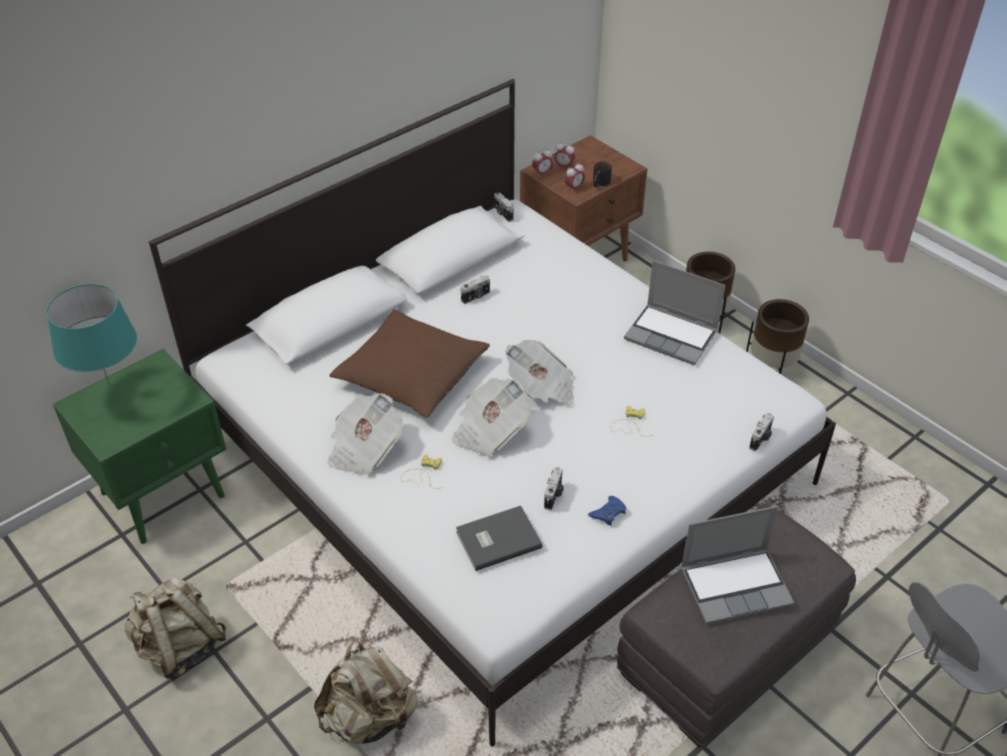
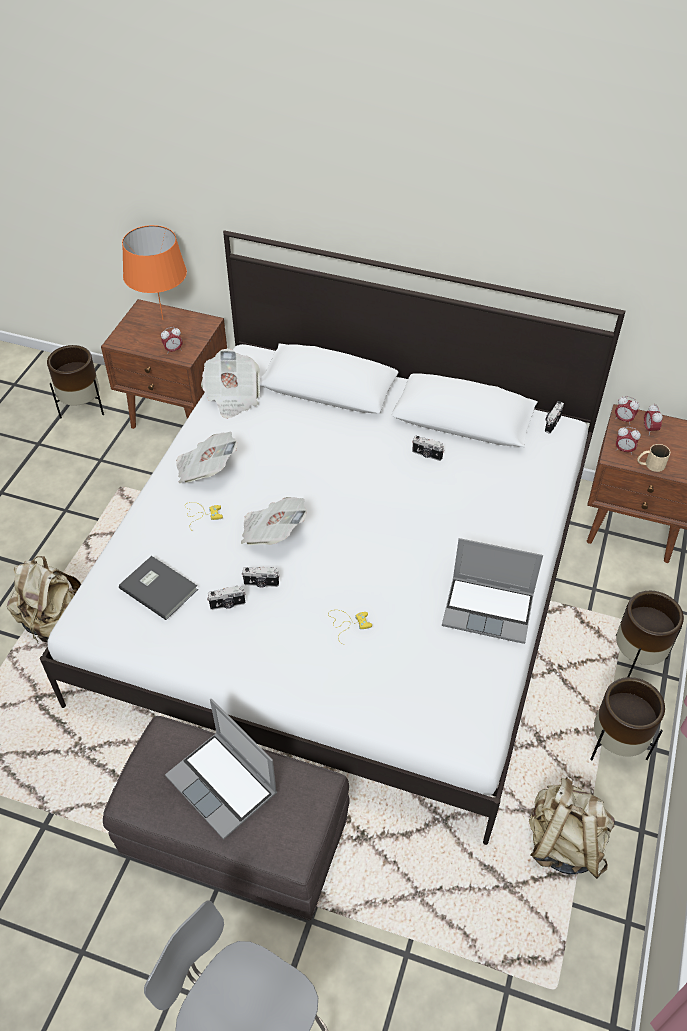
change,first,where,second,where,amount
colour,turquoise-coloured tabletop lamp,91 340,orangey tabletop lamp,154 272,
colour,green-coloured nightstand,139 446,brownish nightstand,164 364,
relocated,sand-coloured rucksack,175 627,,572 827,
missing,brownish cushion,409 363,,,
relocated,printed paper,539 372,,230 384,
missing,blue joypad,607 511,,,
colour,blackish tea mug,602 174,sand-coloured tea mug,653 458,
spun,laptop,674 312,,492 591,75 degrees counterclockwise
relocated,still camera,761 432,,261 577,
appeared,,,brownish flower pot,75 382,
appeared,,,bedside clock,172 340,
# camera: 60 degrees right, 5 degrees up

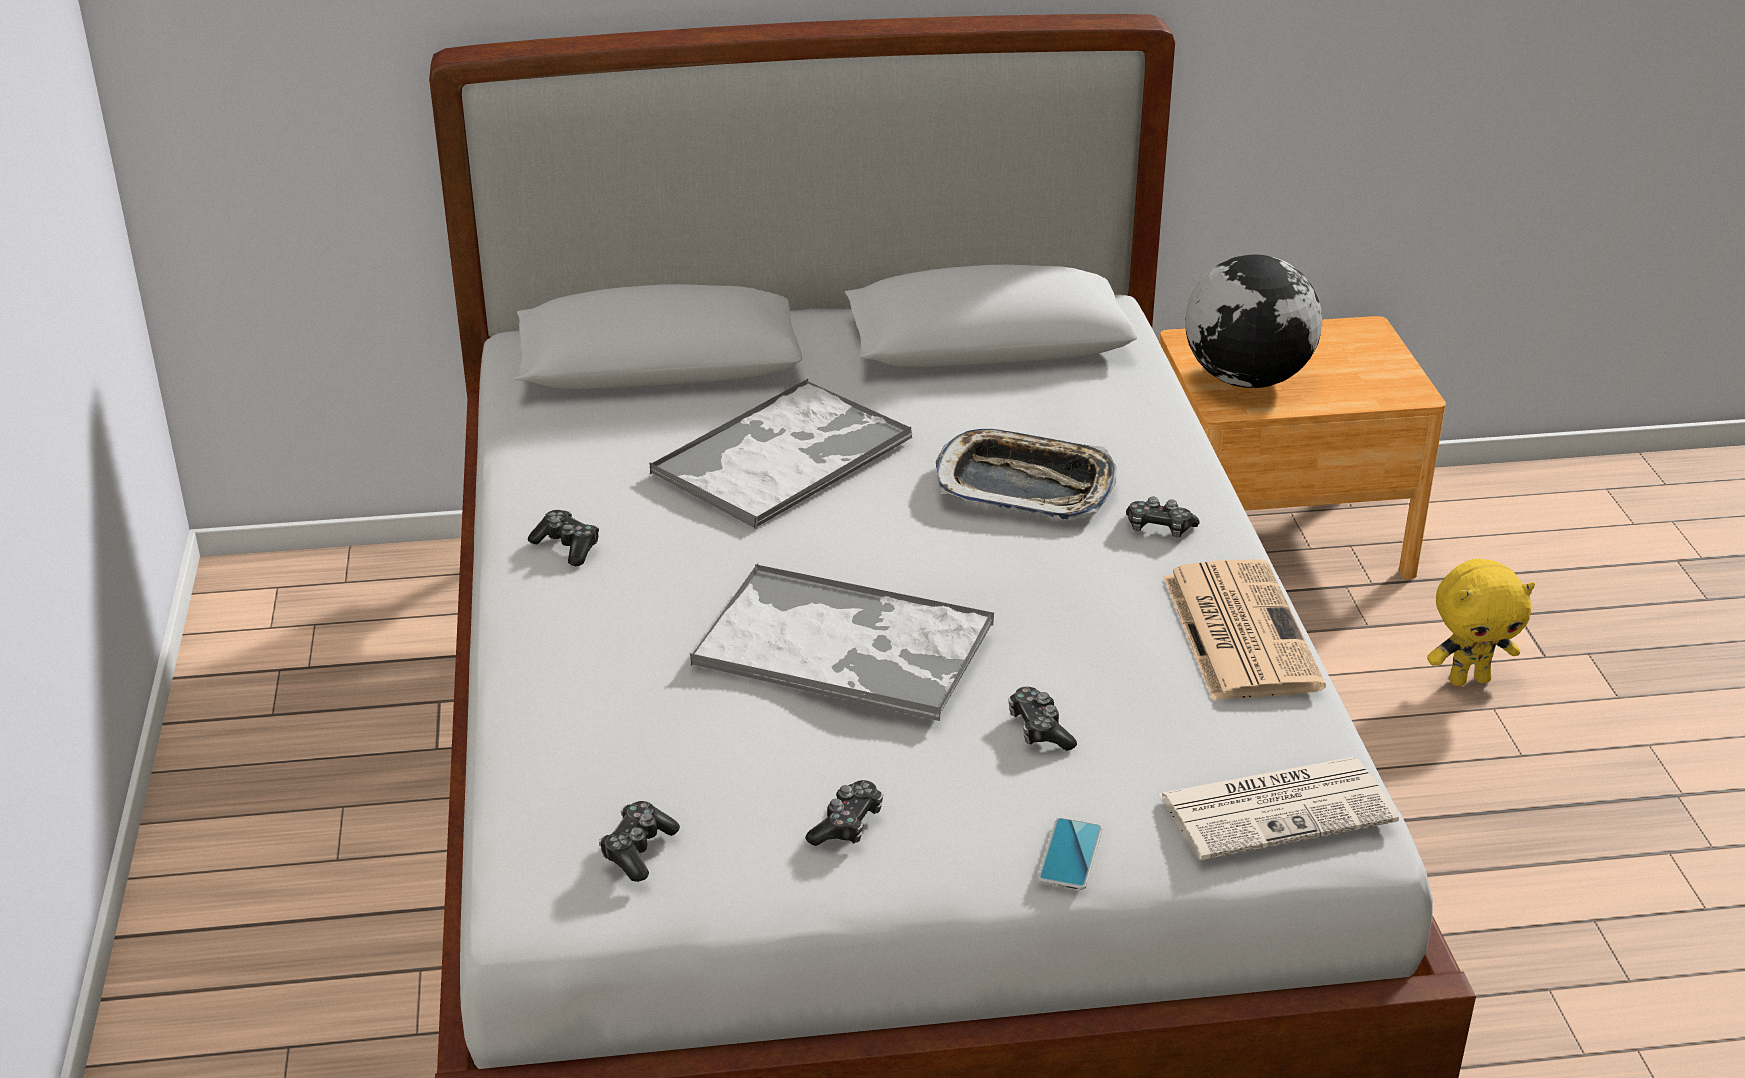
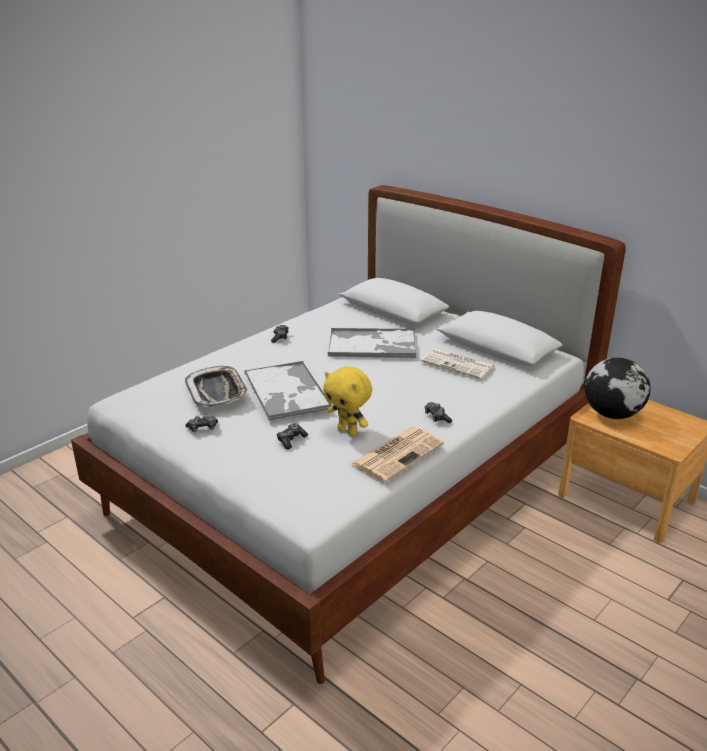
change,first,where,second,where,amount
missing,joypad,639 841,,,
relocated,serving tray,1026 474,,217 387,
missing,telephone,1070 854,,,
relocated,printed paper,1278 808,,457 363,
relocated,yellowish soft toy,1481 622,,347 401,
# camera: 50 degrees right, 5 degrees down

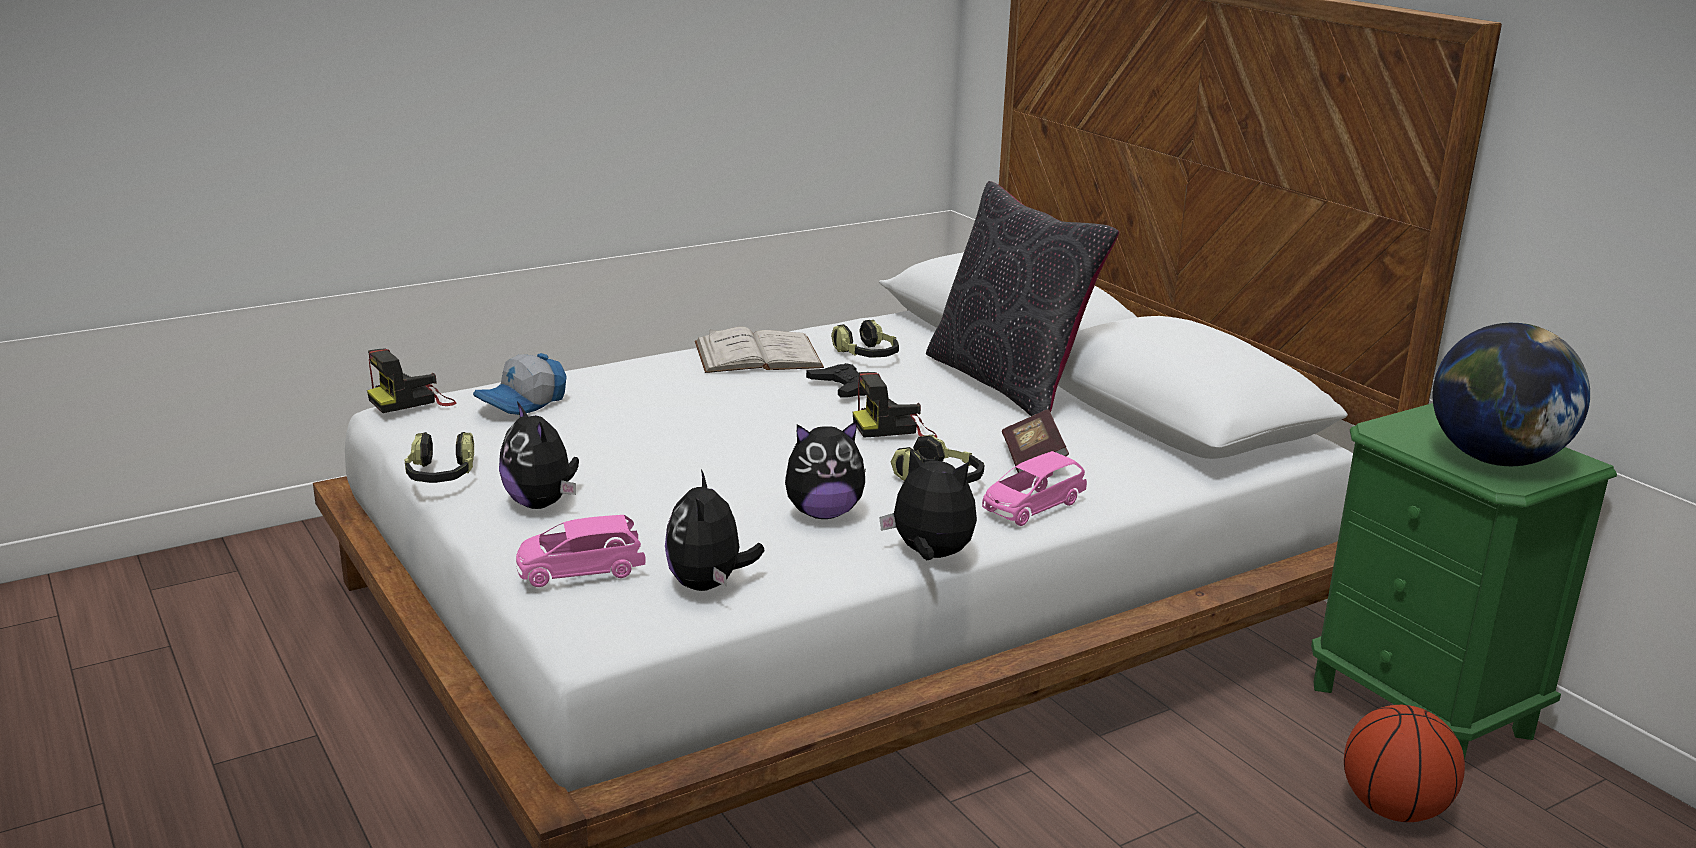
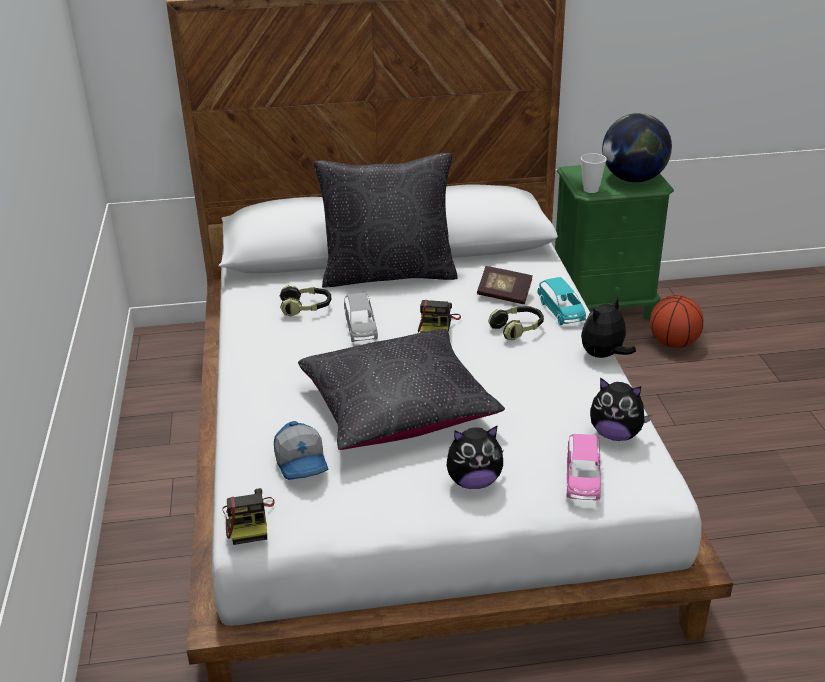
change,first,where,second,where,amount
missing,headset,439 457,,,
missing,white book,759 350,,,
missing,soft toy,825 470,,,
exchanged,blackish joypad,836 380,greyish miniature car,361 317,
colour,pinkish miniature car,1034 488,turquoise-coloured miniature car,562 301,
appeared,,,blackish cushion,401 389,
appeared,,,drinking cup,594 173,
# camera: 65 degrees left, 10 degrees up

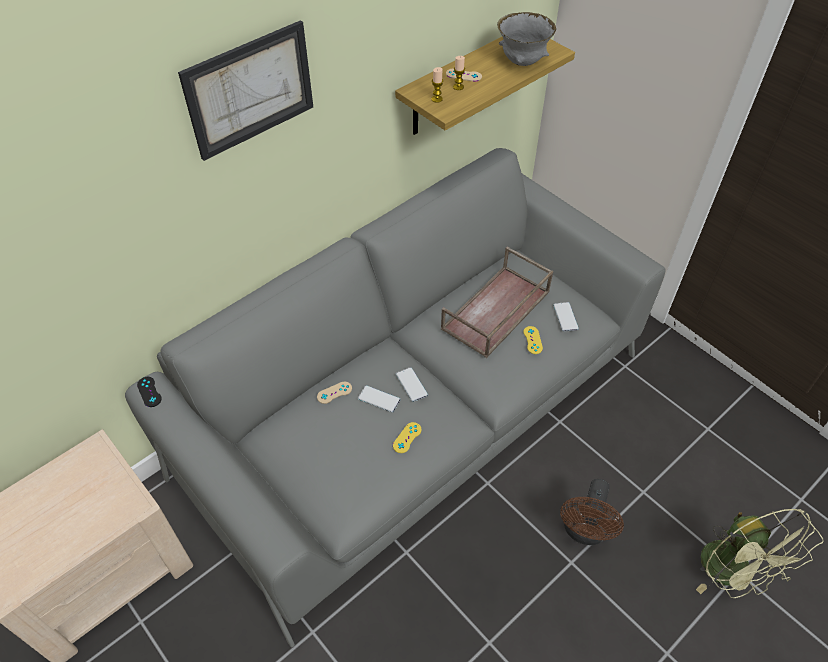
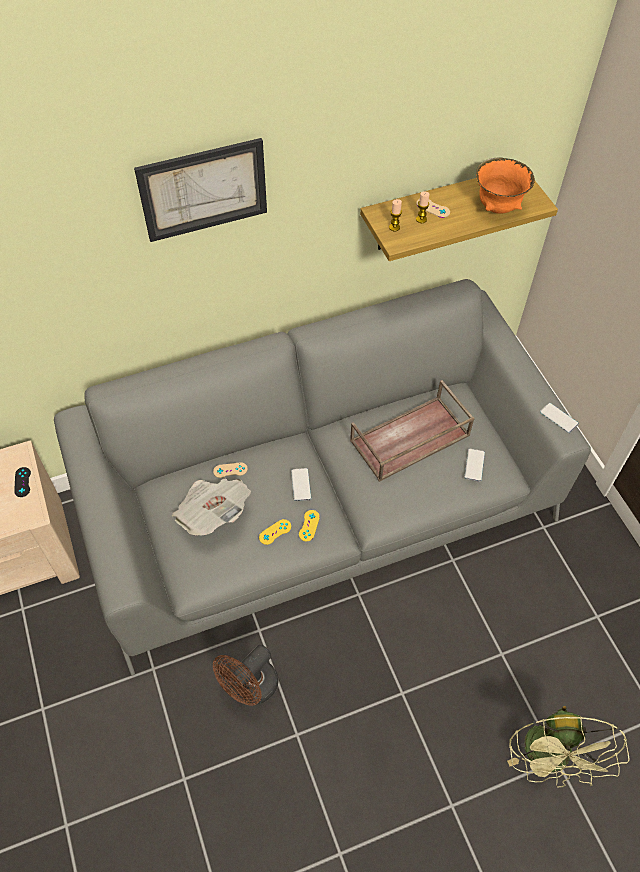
change,first,where,second,where,amount
relocated,blackish joypad,149 392,,22 482,
relocated,telephone,379 399,,559 418,
colour,greyish serving bowl,526 39,orangey serving bowl,505 185,
relocated,yellowish joypad,533 340,,309 525,
relocated,brownish fan,592 512,,246 675,
appeared,,,printed paper,211 507,
# camera: 20 degrees right, 5 degrees up

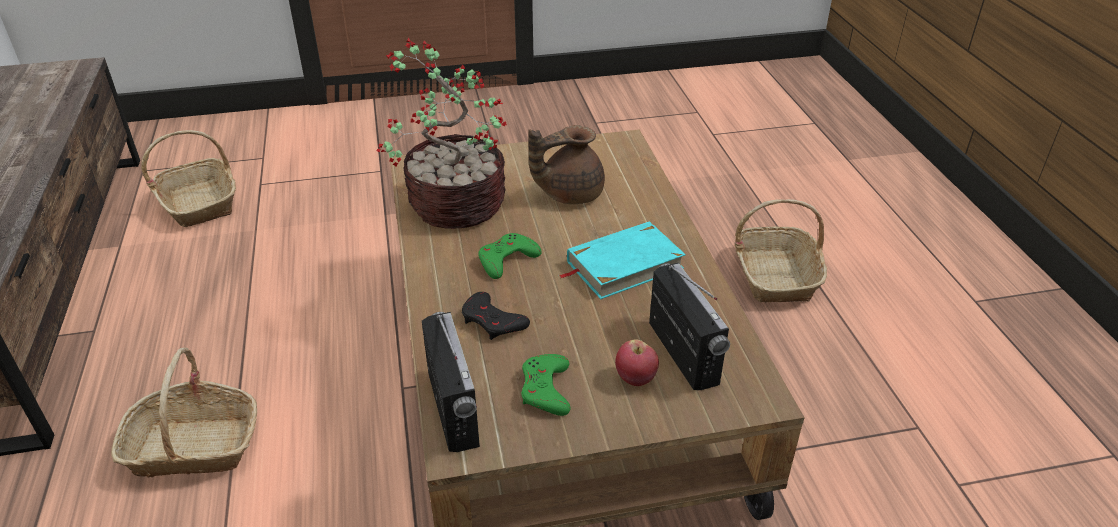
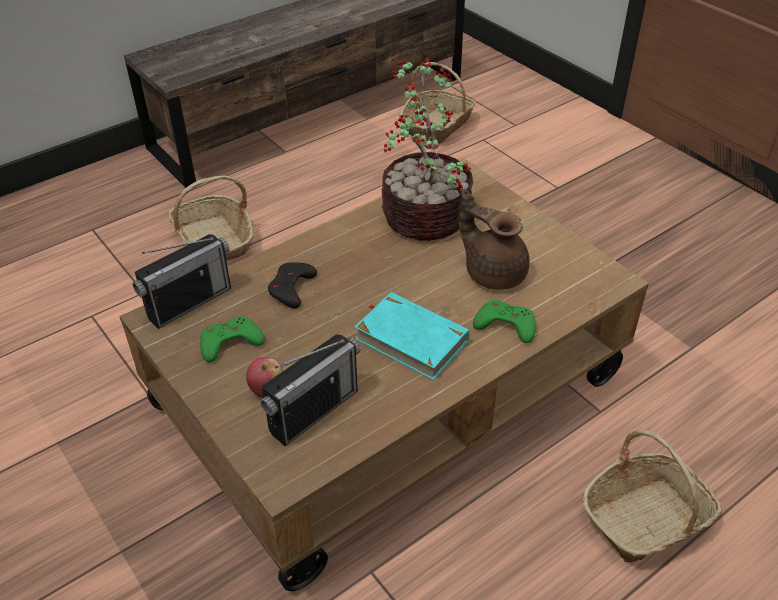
change,first,where,second,where,amount
relocated,green-coloured joypad,510 256,,504 321,
# camera: 65 degrees right, 5 degrees up

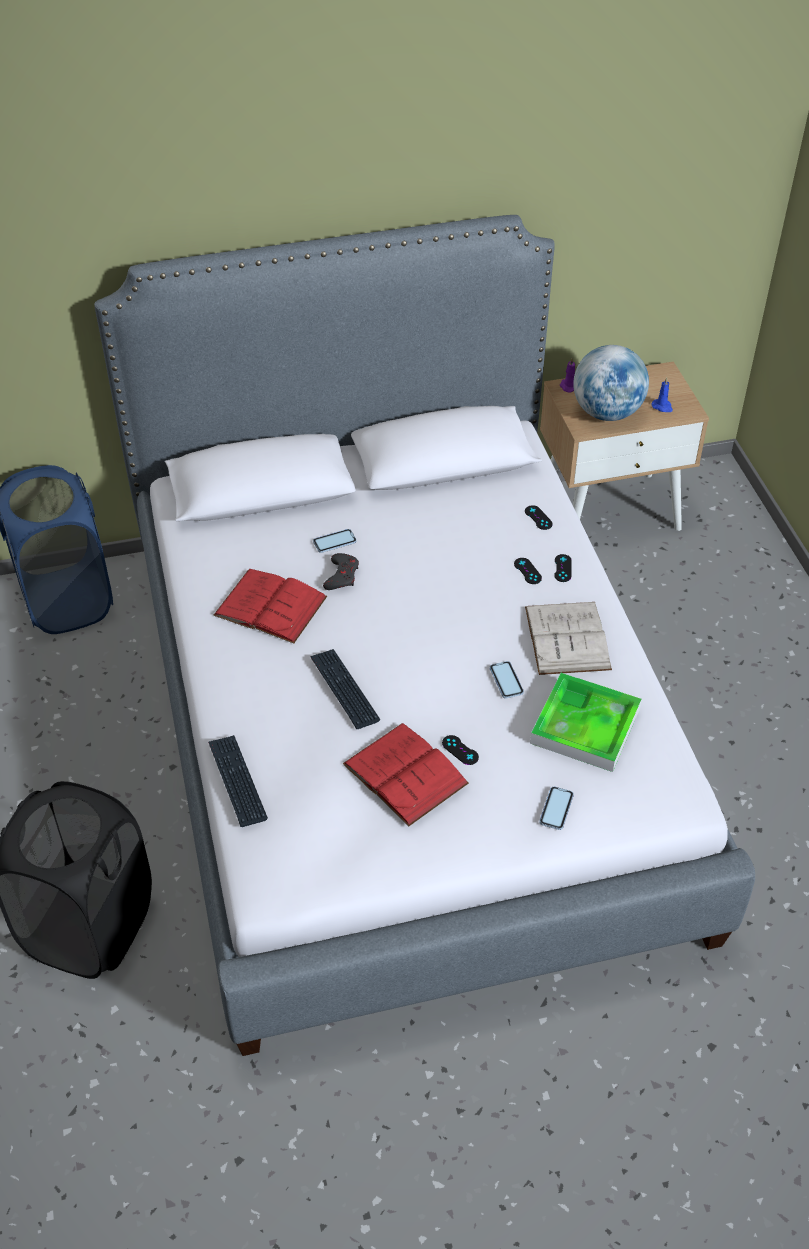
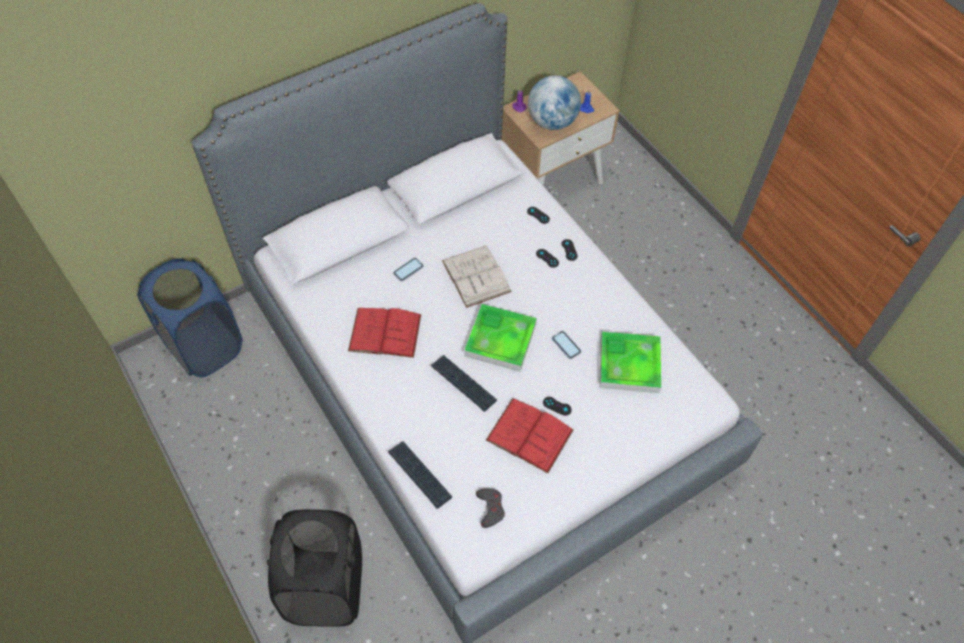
change,first,where,second,where,amount
relocated,greyish joypad,341 571,,490 508,
relocated,white book,568 638,,477 277,
missing,telephone,556 808,,,
appeared,,,serving tray,500 338,
# camera: 20 degrees left, 10 degrees up

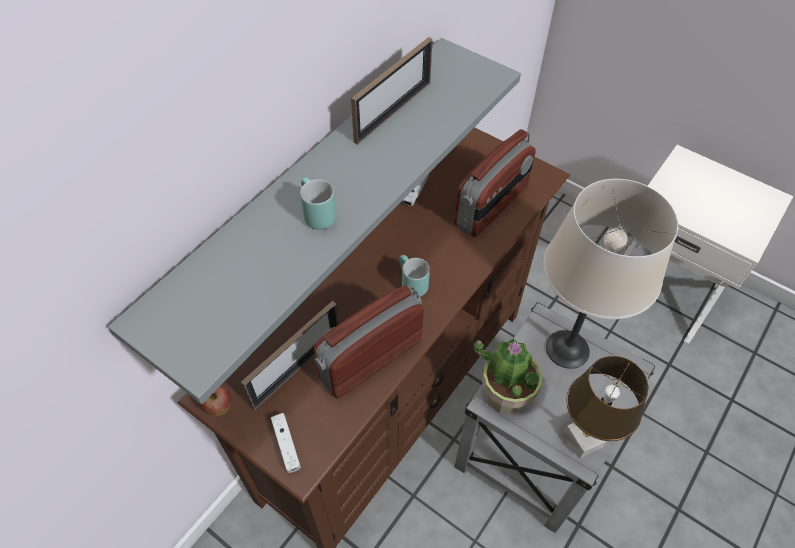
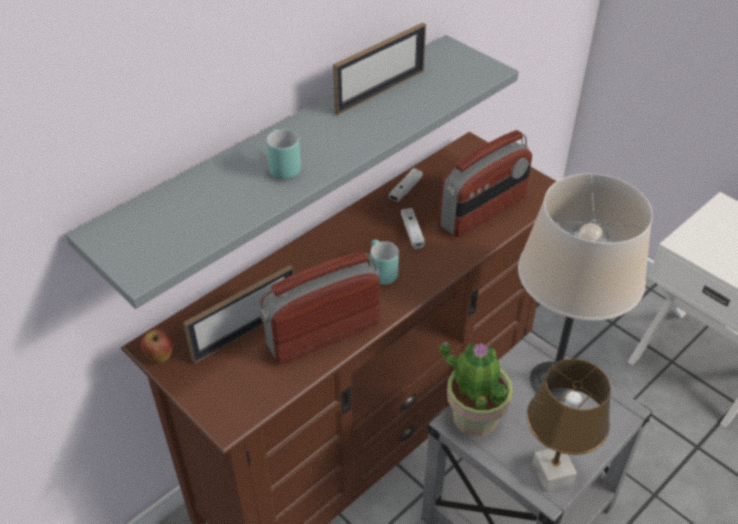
change,first,where,second,where,amount
relocated,white joypad,286 443,,413 228,
# camera: 10 degrees right, 10 degrees down

